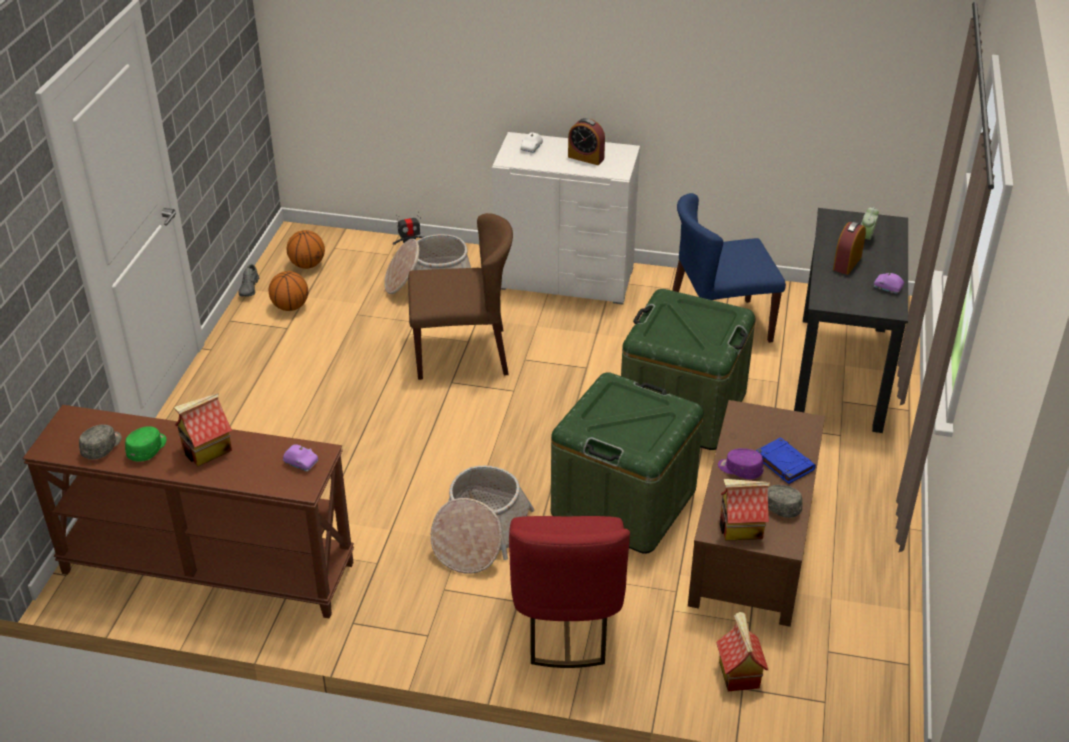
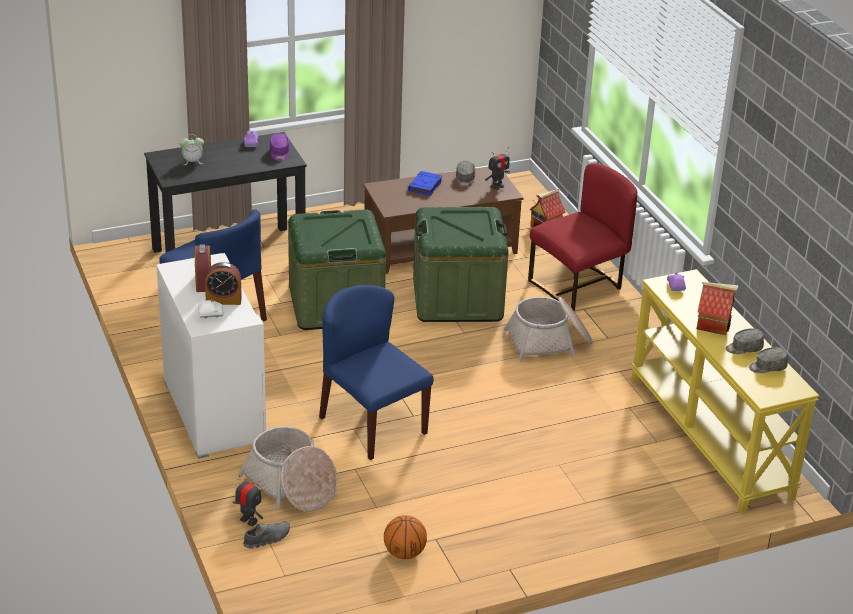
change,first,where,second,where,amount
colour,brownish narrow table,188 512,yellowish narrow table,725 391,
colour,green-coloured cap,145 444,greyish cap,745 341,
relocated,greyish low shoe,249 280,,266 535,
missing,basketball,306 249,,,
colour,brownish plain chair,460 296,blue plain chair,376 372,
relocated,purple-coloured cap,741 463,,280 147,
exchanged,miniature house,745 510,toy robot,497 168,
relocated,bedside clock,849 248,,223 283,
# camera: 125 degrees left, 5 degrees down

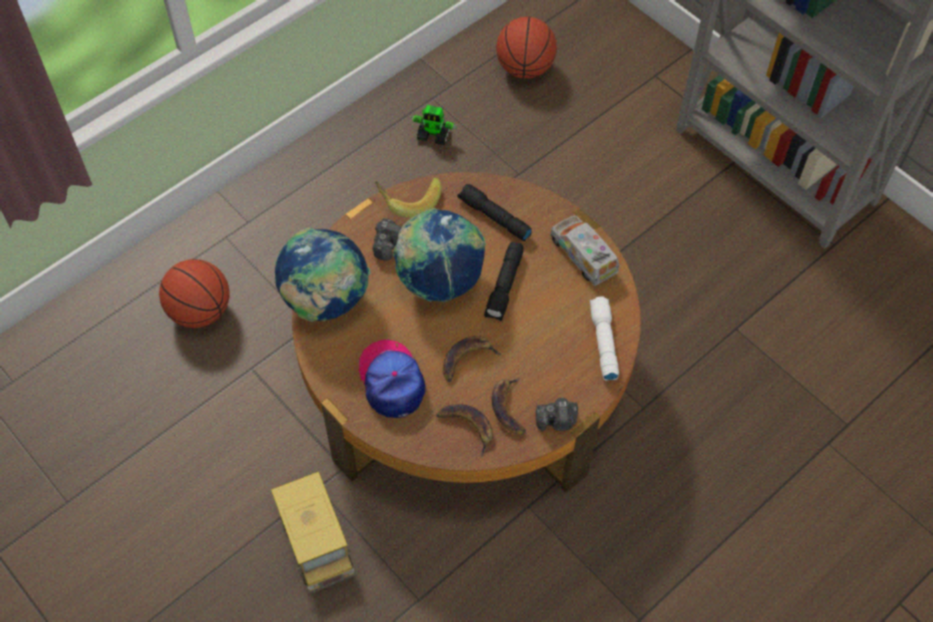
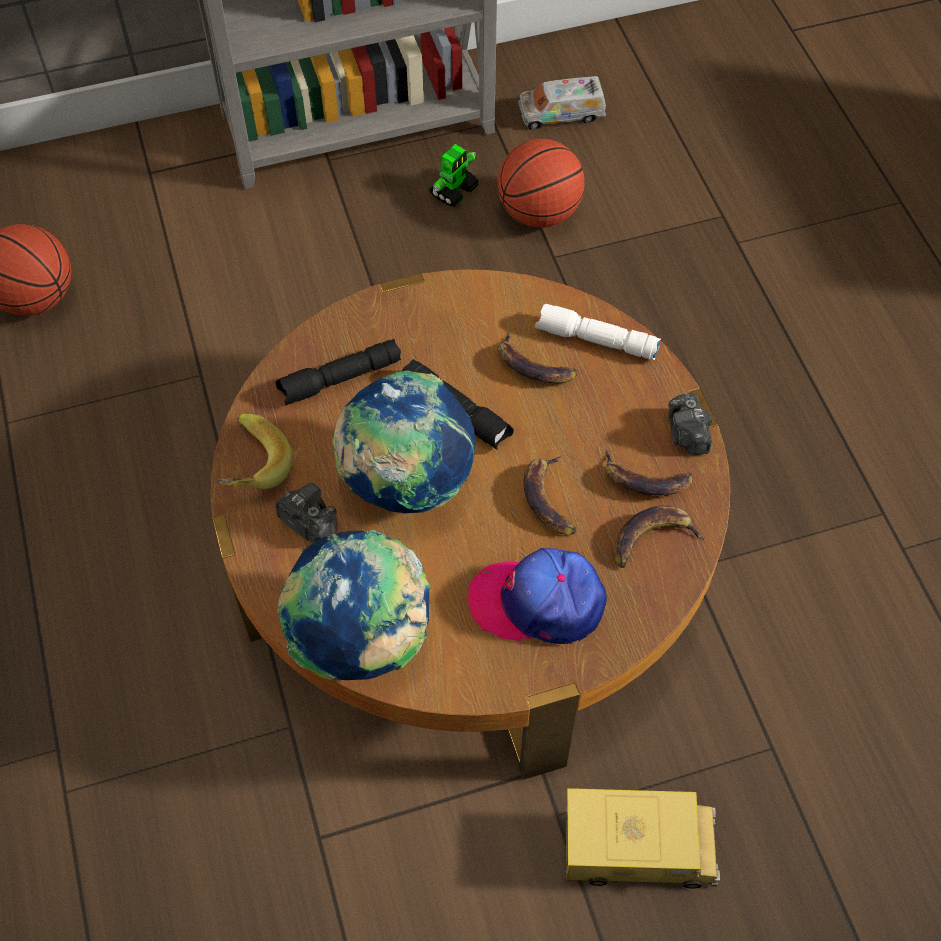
change,first,where,second,where,amount
relocated,basketball,194 293,,541 183,
relocated,toy robot,433 125,,454 175,
spun,still camera,557 414,,690 424,150 degrees clockwise
relocated,model truck,584 250,,562 103,
appeared,,,whole banana,537 357,
# camera: 65 degrees left, 0 degrees up

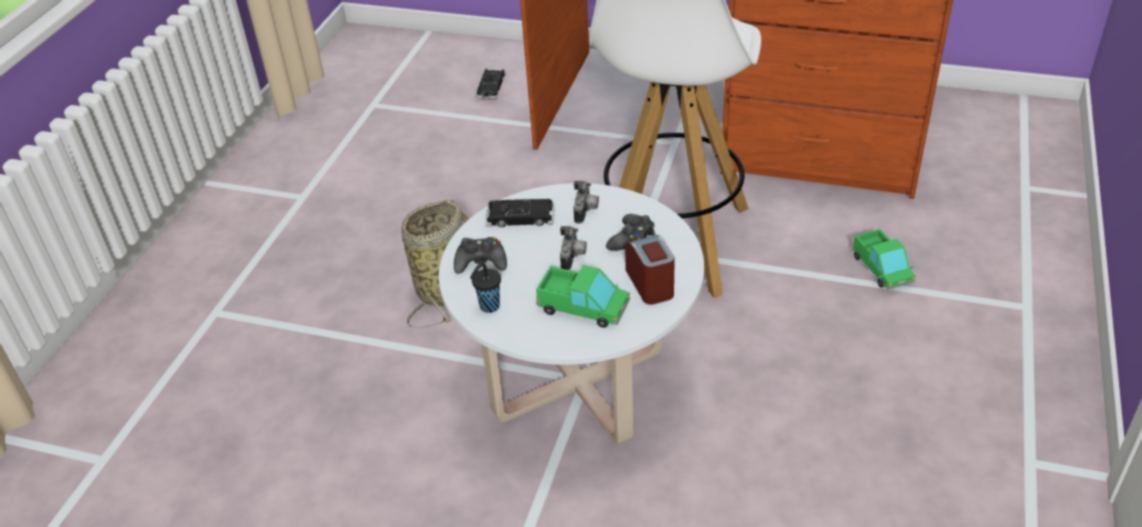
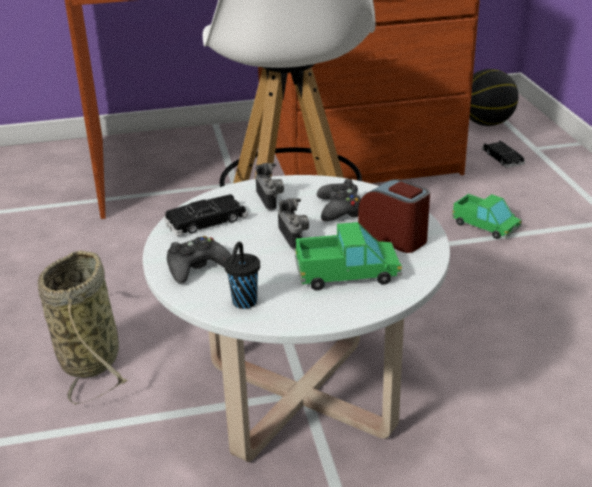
change,first,where,second,where,amount
relocated,blackish miniature car,491 83,,503 154,
appeared,,,basketball,494 97,
# camera: 30 degrees left, 10 degrees down

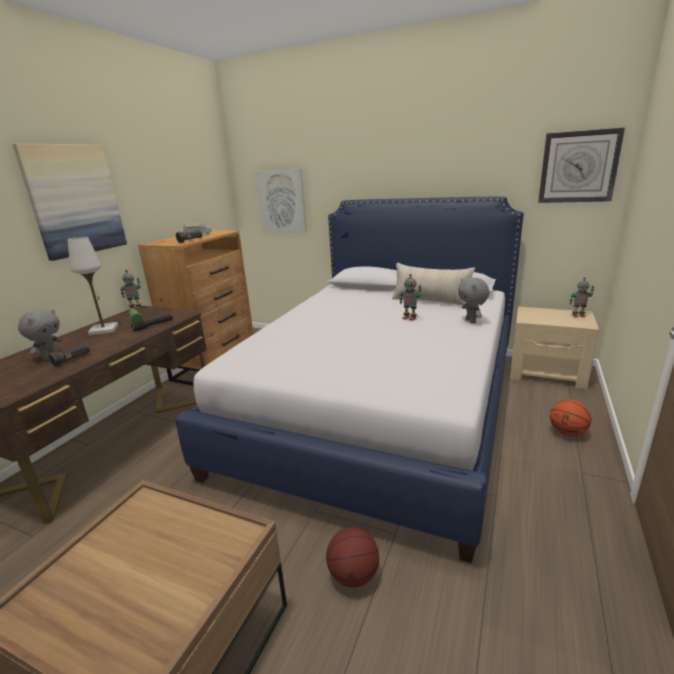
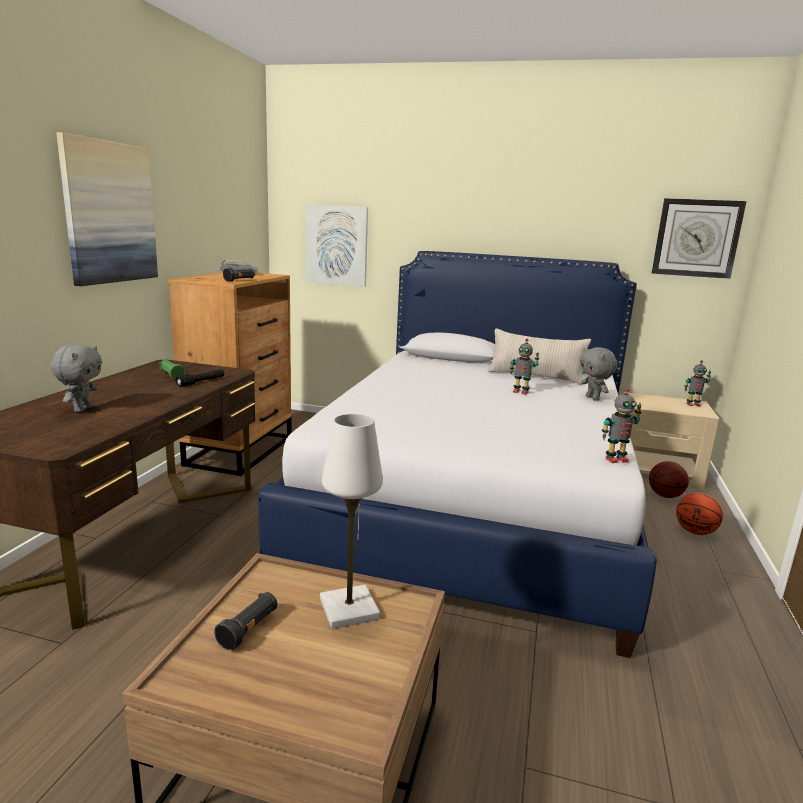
change,first,where,second,where,amount
relocated,blackish torch,69 355,,245 621,
relocated,white tabletop lamp,92 286,,351 521,
relocated,toy robot,130 290,,622 425,
relocated,basketball,352 557,,669 479,
# camera: 10 degrees left, 5 degrees down

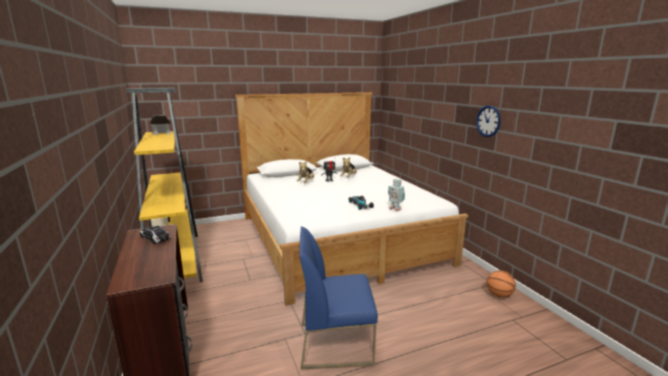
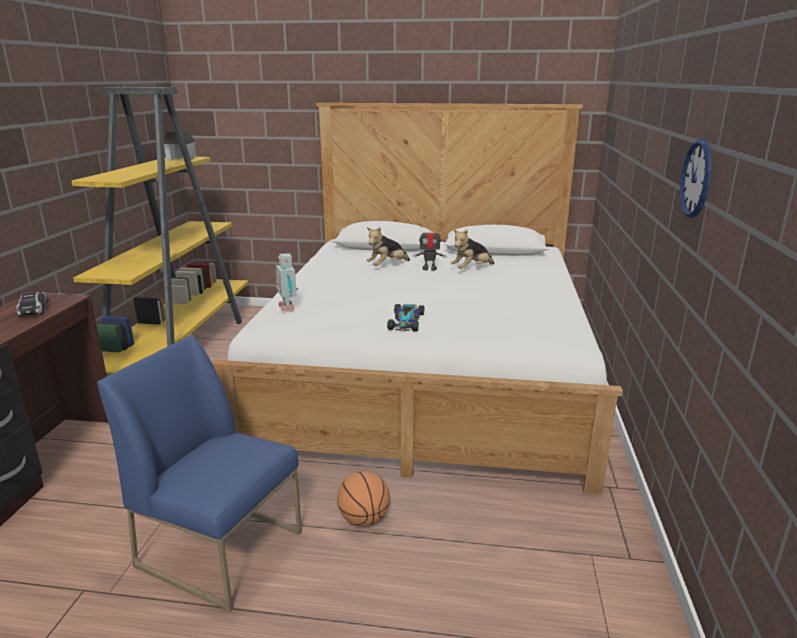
change,first,where,second,where,amount
relocated,toy robot,396 195,,287 282,
relocated,basketball,501 284,,363 499,
# camera: 30 degrees right, 5 degrees up

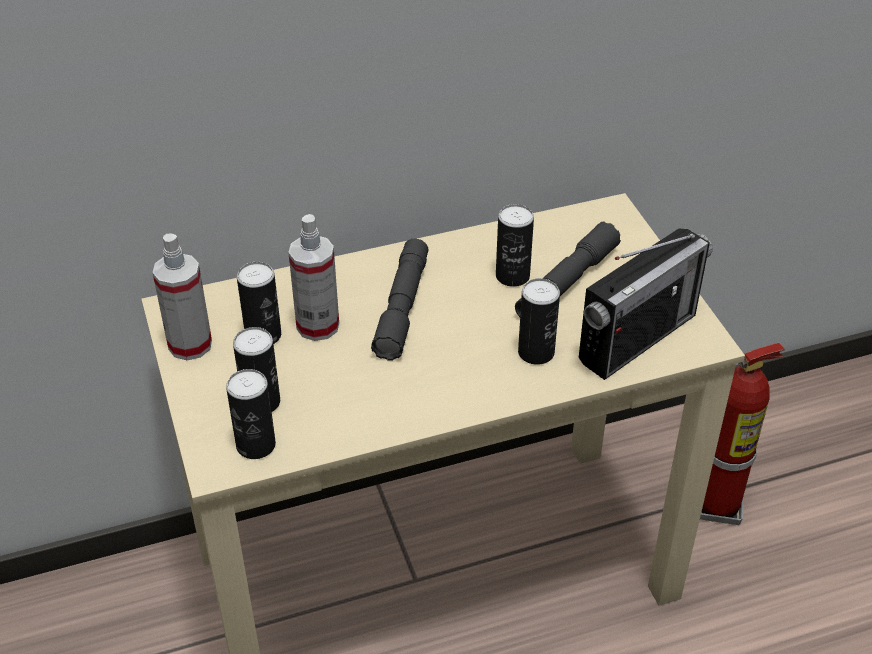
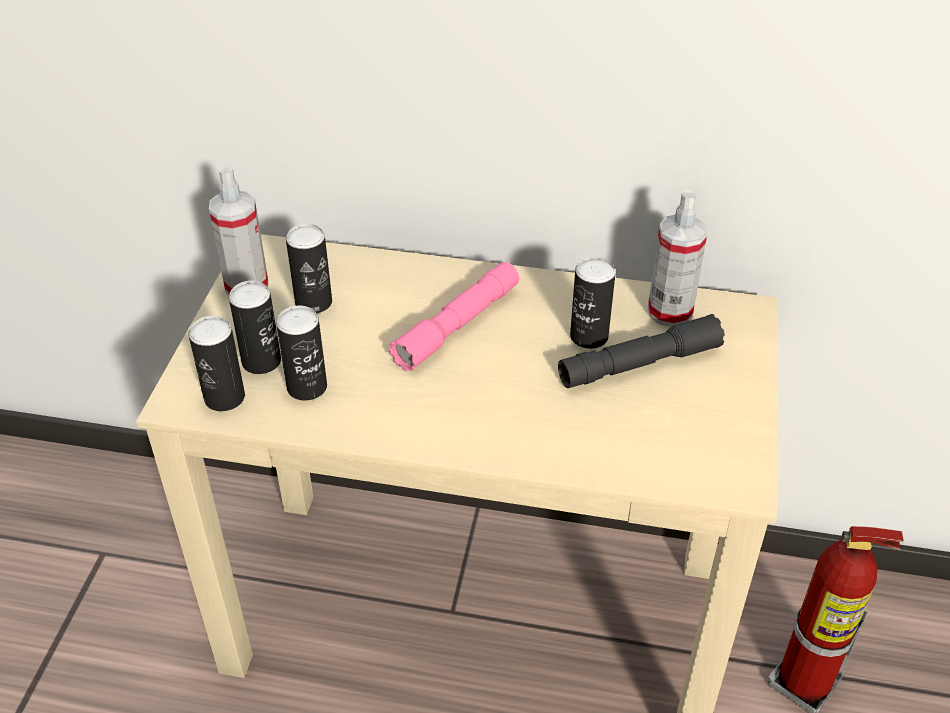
change,first,where,second,where,amount
relocated,hand sprayer,313 277,,678 258,
colour,greyish torch,399 300,pinkish torch,454 316,
relocated,can,539 321,,301 353,
missing,radio set,646 304,,,
# camera: 30 degrees right, 0 degrees up

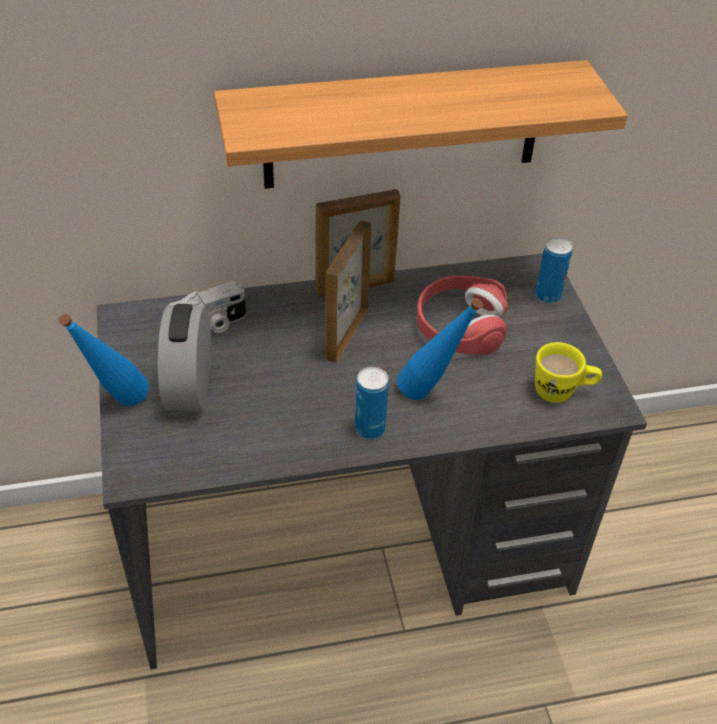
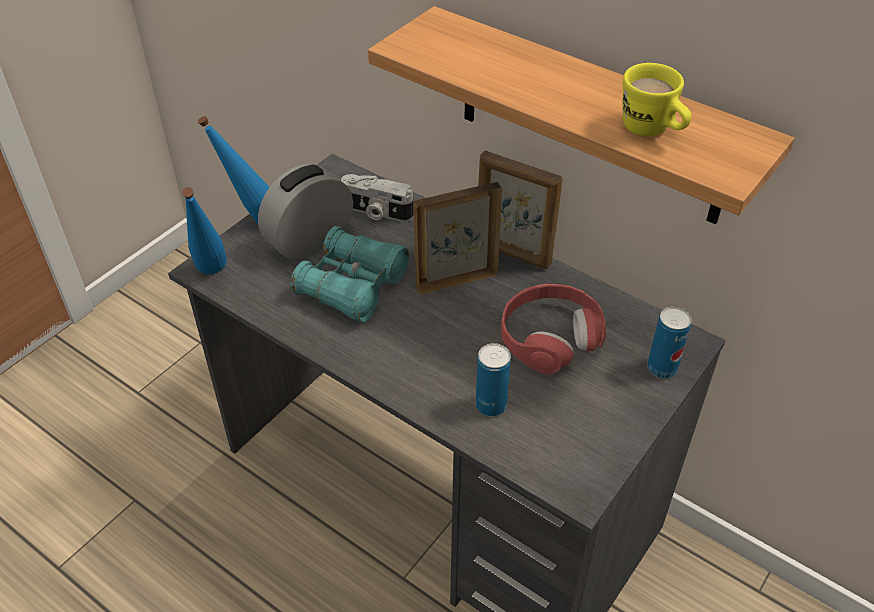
change,first,where,second,where,amount
relocated,can,372 403,,493 380,
relocated,blue bottle,440 349,,204 230,
relocated,yellowish tea mug,568 372,,657 100,
appeared,,,turquoise-coloured pair of binoculars,349 274,
# camera: 50 degrees right, 0 degrees up

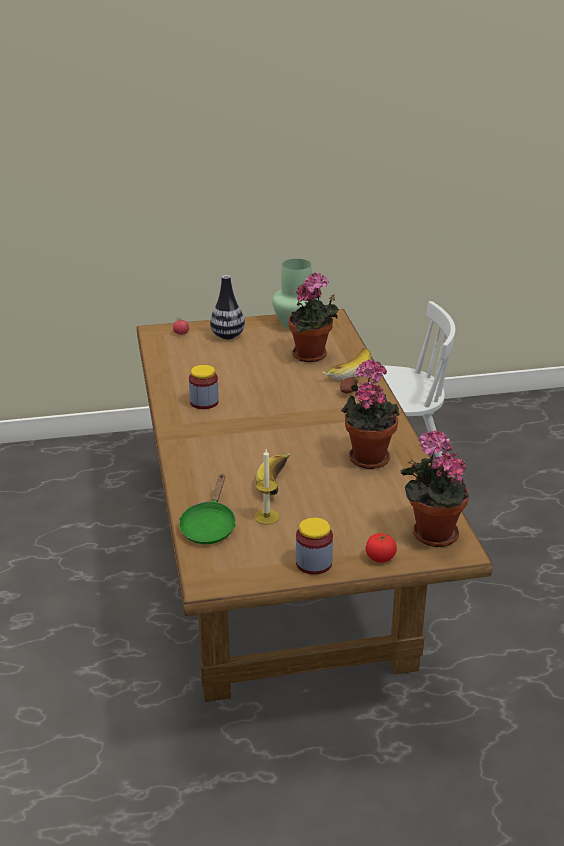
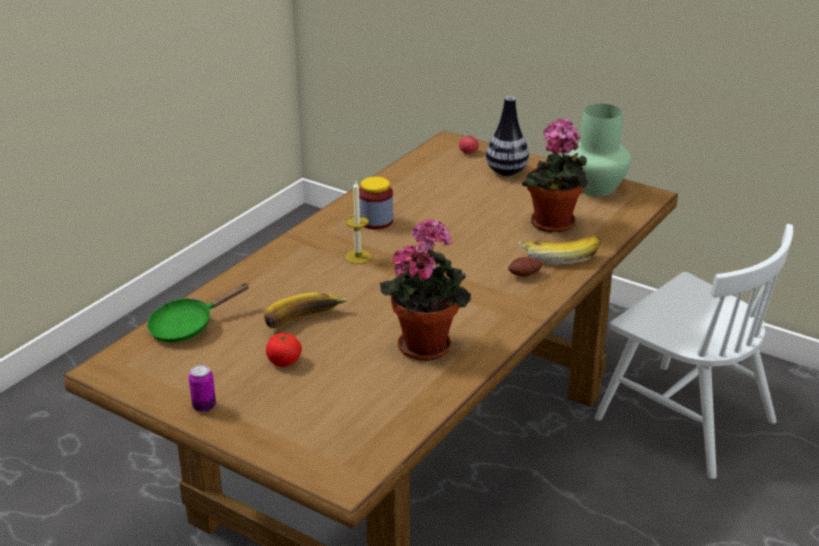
change,first,where,second,where,amount
relocated,wax light,267 487,,358 222,
exchanged,storage jar,314 546,can,202 388,
relocated,fresh tomato,381 548,,284 350,
missing,houseplant,434 488,,,
# camera: 45 degrees right, 0 degrees up

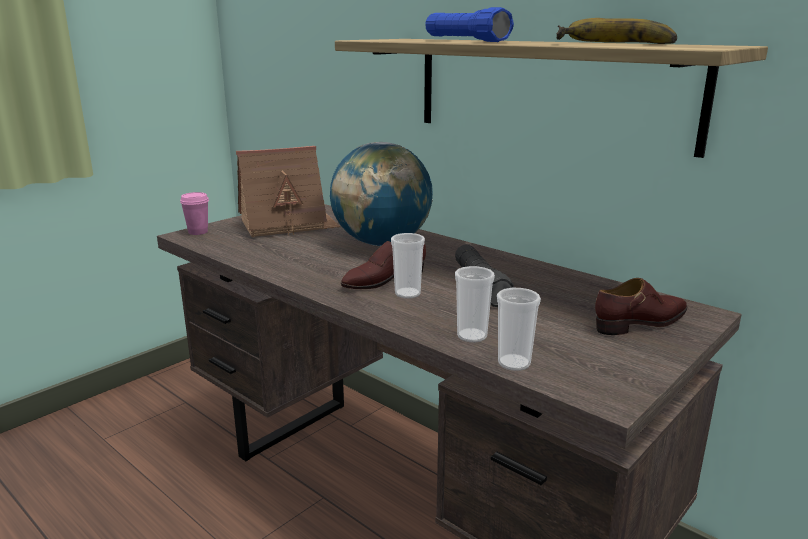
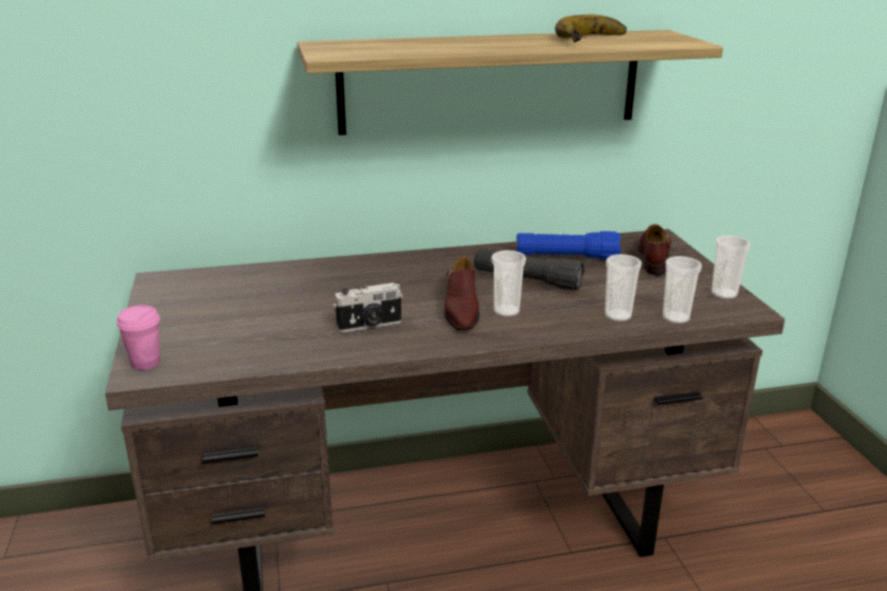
change,first,where,second,where,amount
missing,miniature house,288 191,,,
missing,world globe,381 194,,,
relocated,blue torch,469 24,,568 245,
appeared,,,still camera,368 308,
appeared,,,drinking cup,731 267,
# camera: 55 degrees left, 5 degrees up

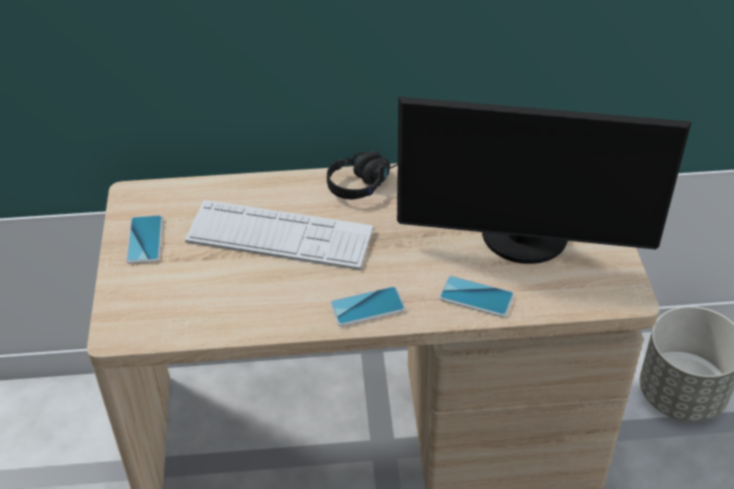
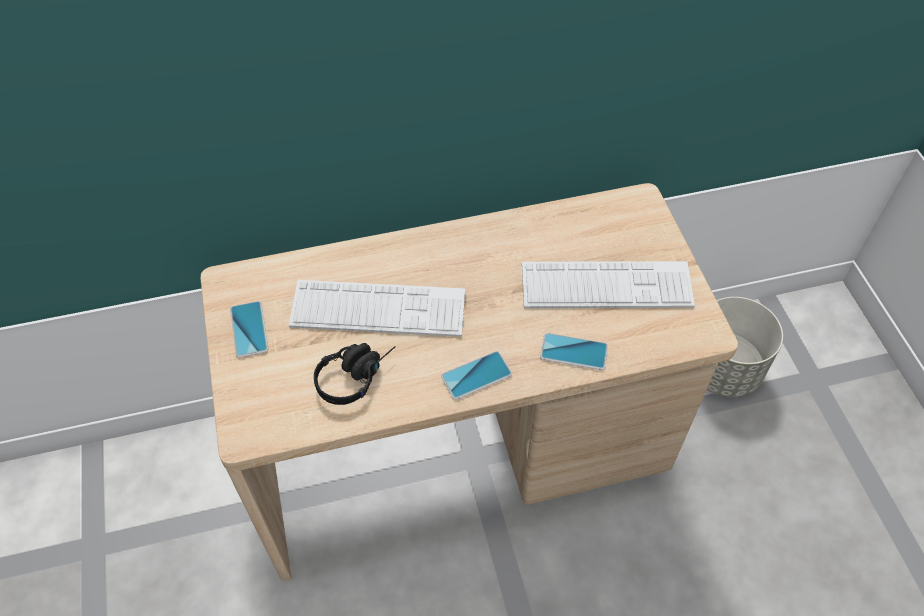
change,first,where,second,where,amount
relocated,blackish headset,362 175,,355 374,
exchanged,monitor,544 180,PC keyboard,608 284,
# camera: 10 degrees left, 10 degrees up

